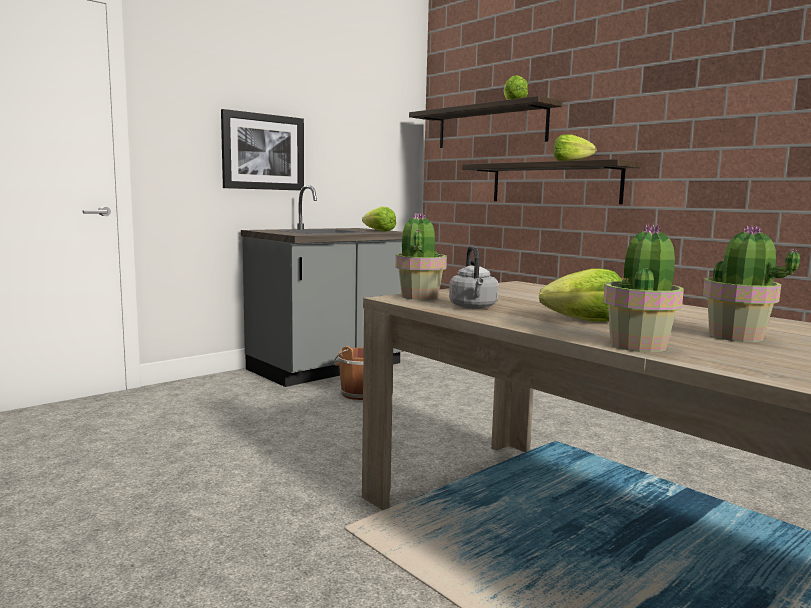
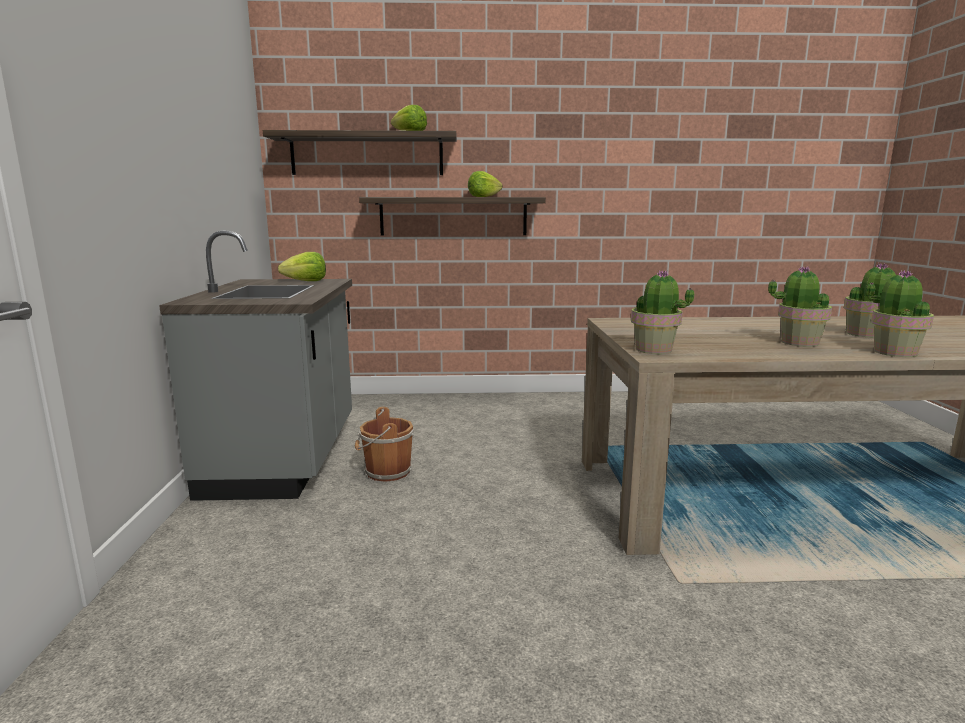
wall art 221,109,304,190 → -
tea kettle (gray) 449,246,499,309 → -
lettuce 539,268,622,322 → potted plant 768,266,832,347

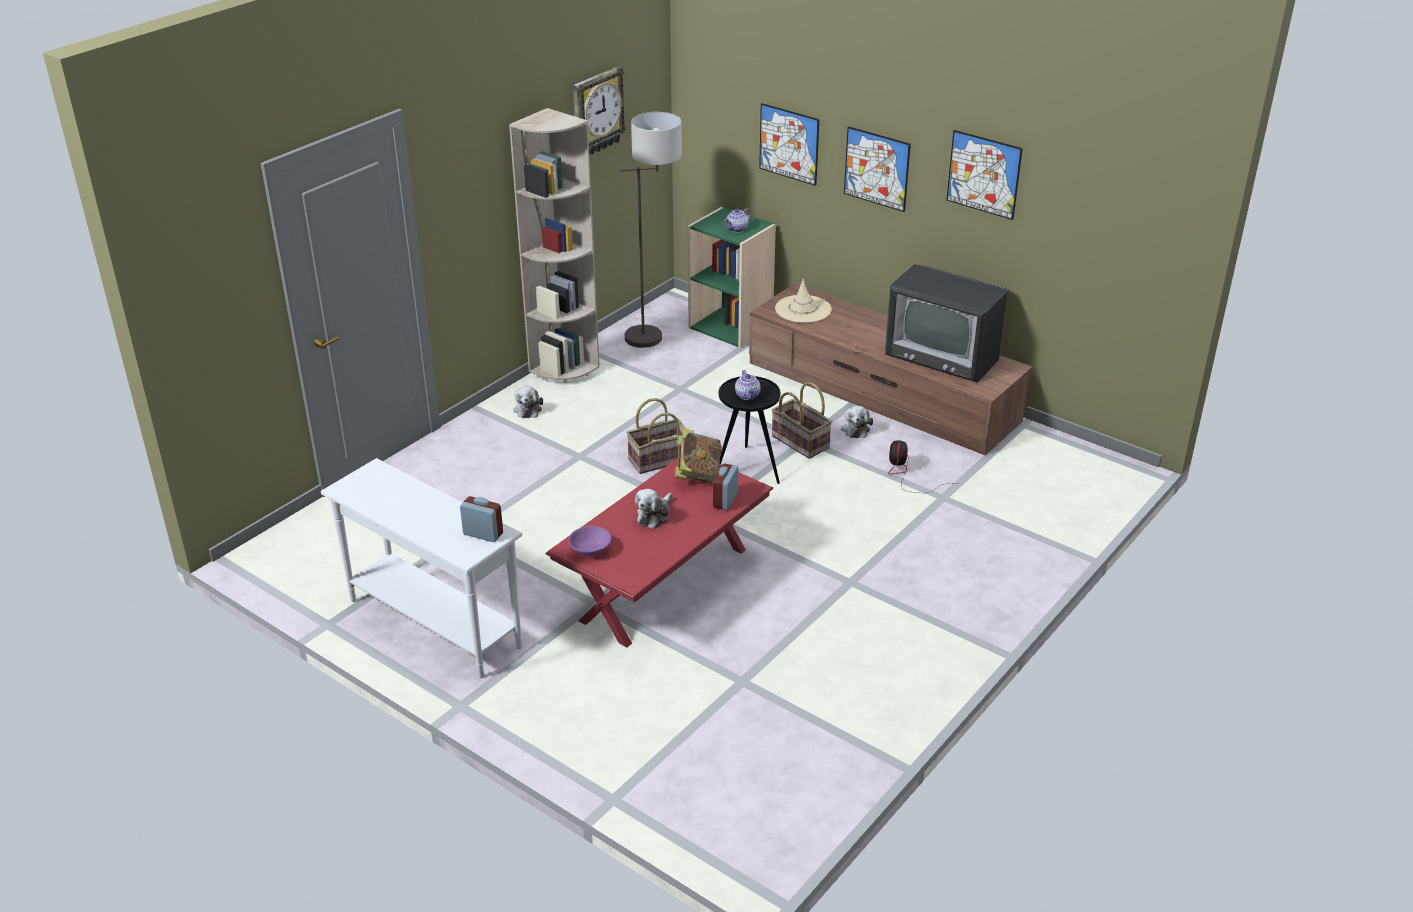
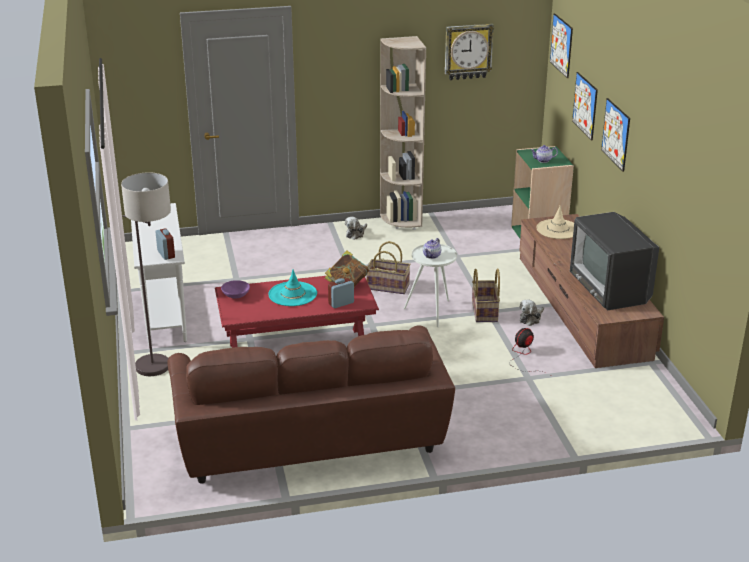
standard lamp (gray) 620,112,682,348 → standard lamp (gray) 121,172,171,376, relocated
wall art 947,130,1023,220 → wall art 550,13,573,78, relocated
side table (black-coloured) 719,376,781,484 → side table (white-coloured) 404,244,457,327
soft toy 635,489,672,529 → clothing hat (turquoise-coloured) 268,269,317,306
- → couch (brownish) 167,325,455,484

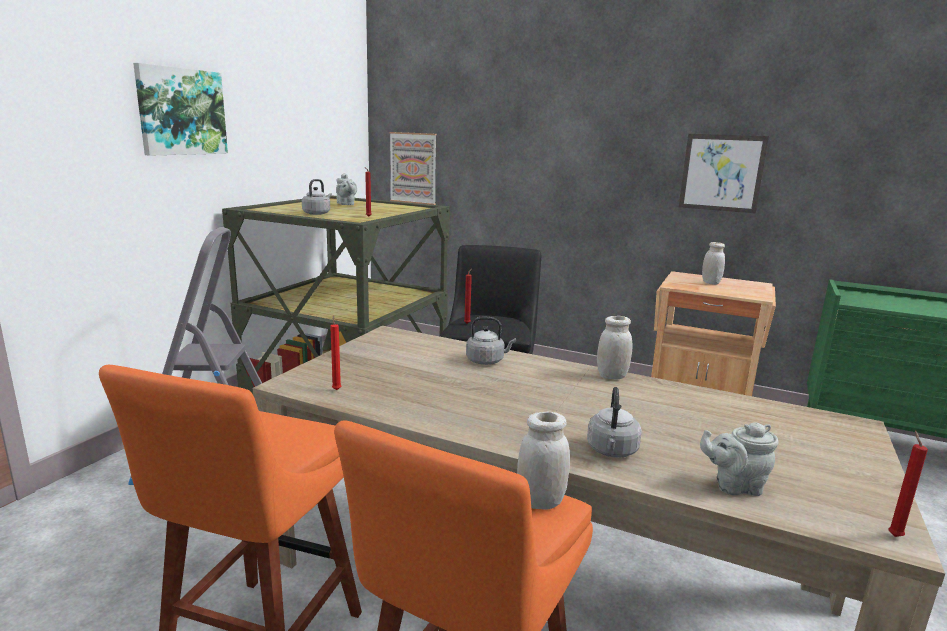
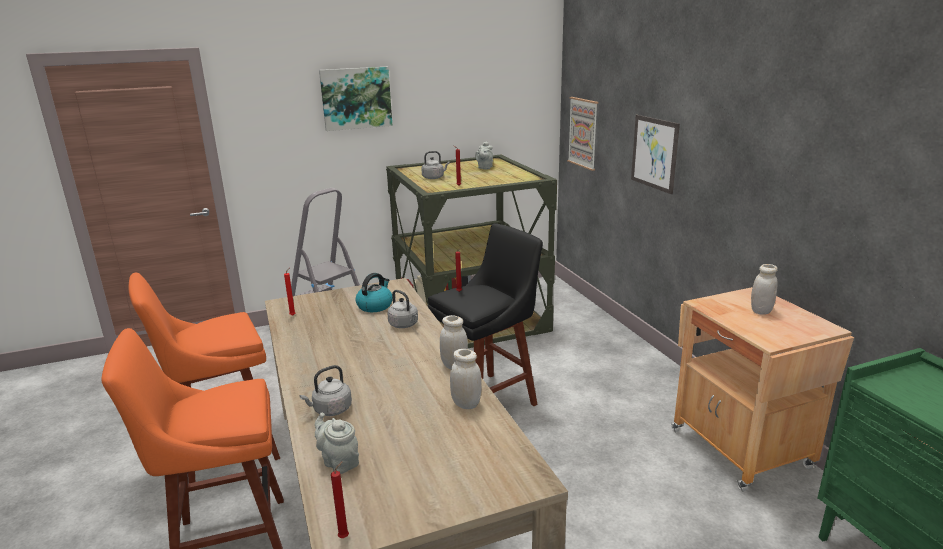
wall art 679,134,769,214 → wall art 631,115,680,194, relocated
preserve jar (white-coloured) 517,412,570,510 → preserve jar (white-coloured) 450,349,482,409, relocated
- → tea kettle 356,273,393,312

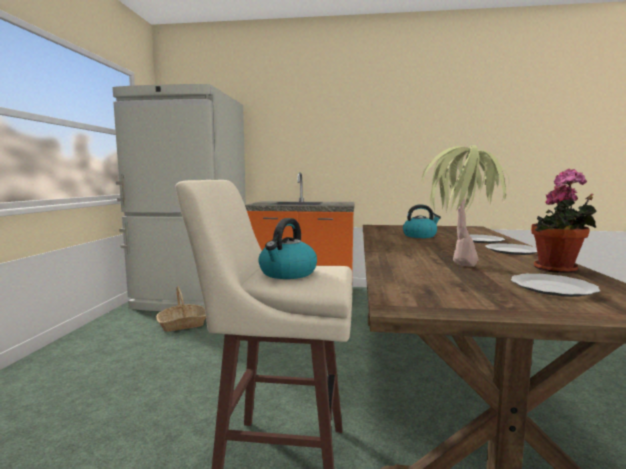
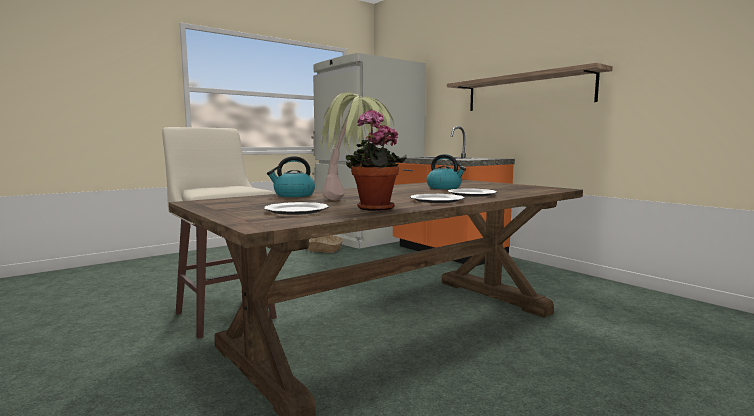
tea kettle 258,218,317,279 → tea kettle 267,156,315,197, relocated
- → bracket shelf 447,63,613,111

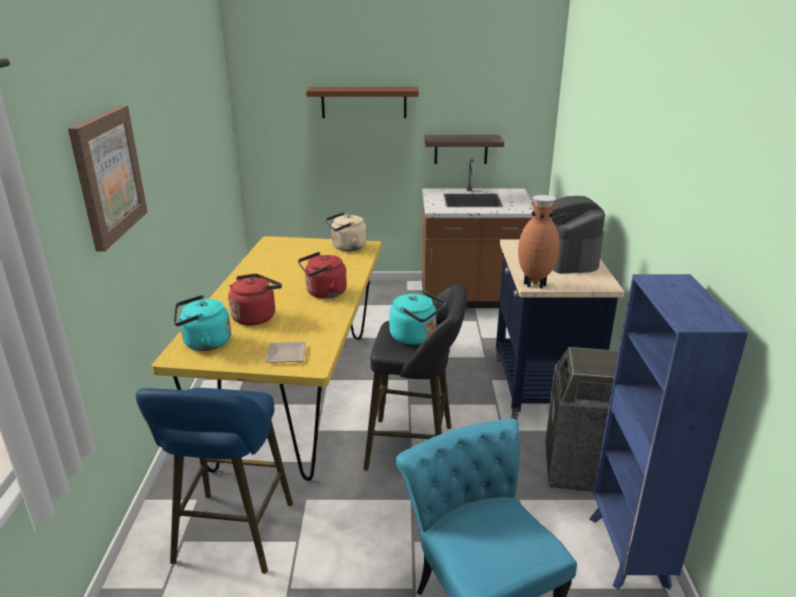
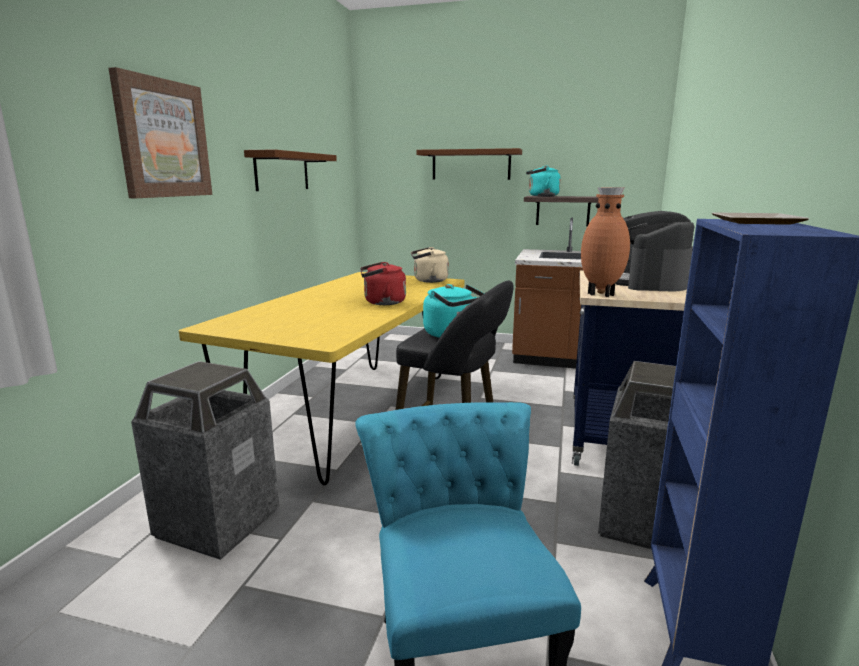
tea kettle (red) 228,274,282,325 → -
tea kettle (turquoise-coloured) 174,295,231,351 → tea kettle (turquoise-coloured) 526,165,561,197, relocated
flat dish 265,342,306,363 → flat dish 712,212,809,225, relocated
stool (blue) 136,388,293,574 → waste bin 131,361,279,560
- → bracket shelf (brownish) 244,149,337,191

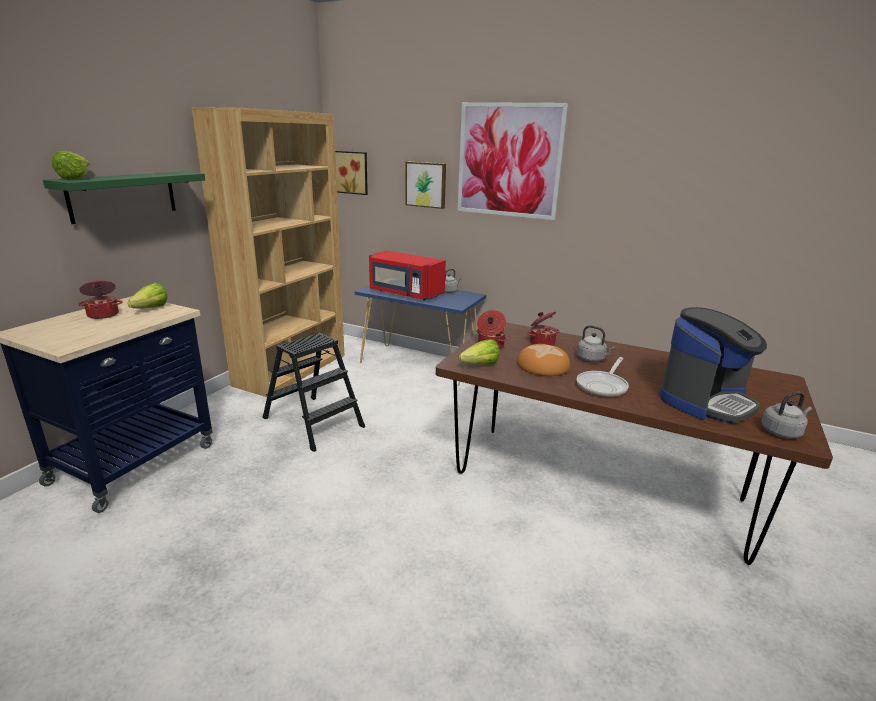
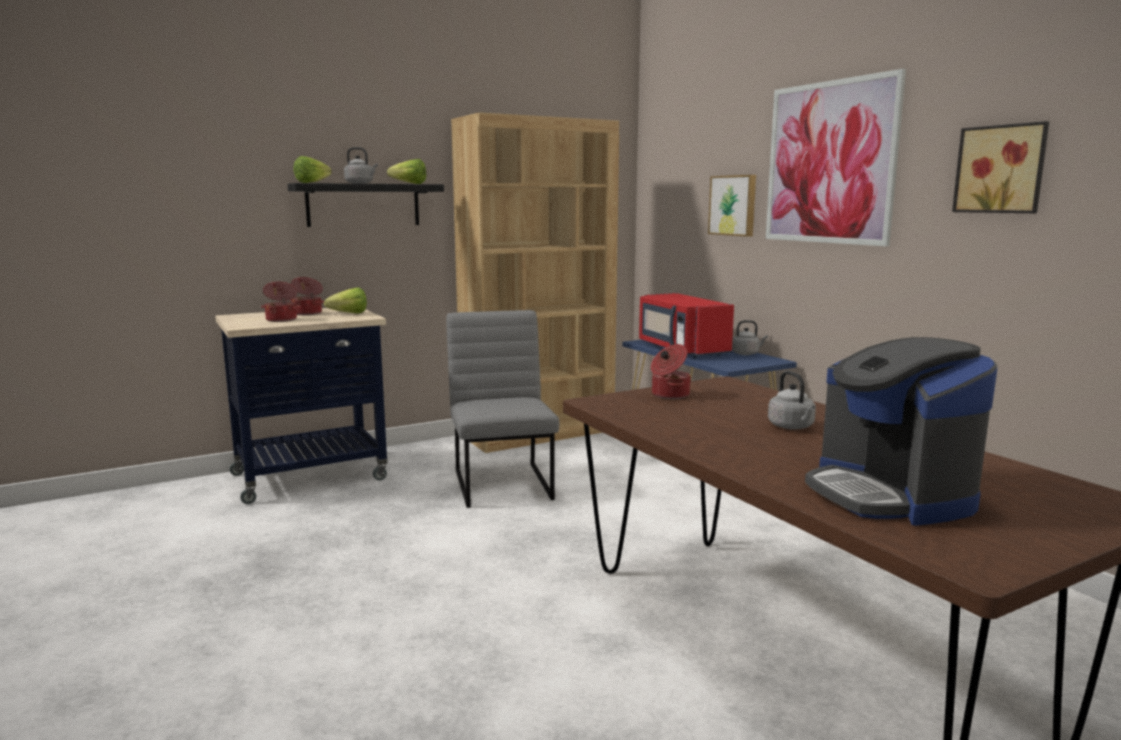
wall art 335,151,368,195 → wall art 952,121,1049,213, relocated
bracket shelf (greenish) 43,172,205,224 → bracket shelf (black-coloured) 288,183,444,227
coffee machine 660,307,767,423 → coffee machine 805,337,998,526, 75 degrees clockwise
saucepot 527,312,560,346 → saucepot 261,282,300,322, relocated
step stool (black-coloured) 262,333,365,452 → upright chair (gray) 446,310,559,508
lettuce 459,339,499,365 → lettuce 387,159,426,184, relocated
bread 517,344,570,376 → -
pan 577,357,629,397 → -
tea kettle (gray) 761,392,812,439 → tea kettle (gray) 344,147,378,184, relocated

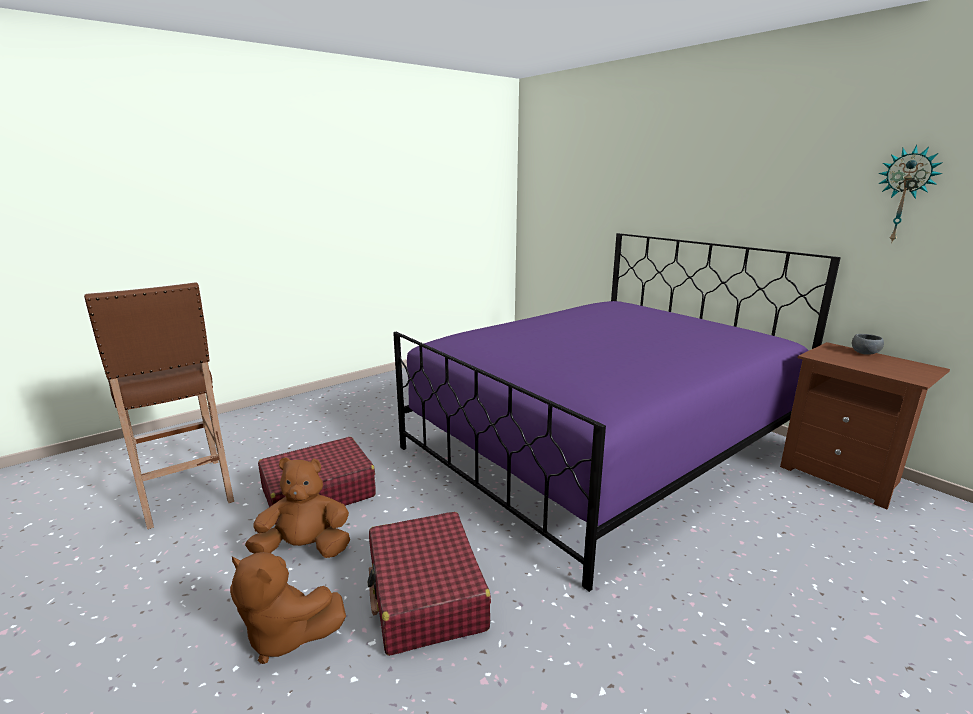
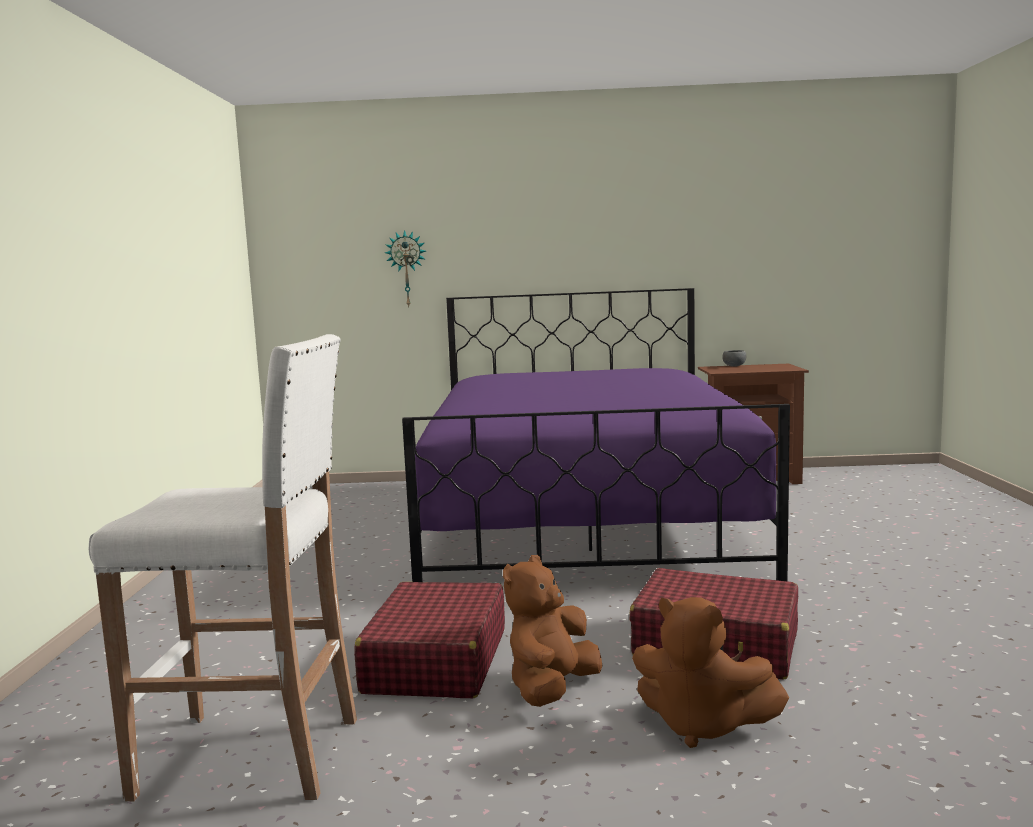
wall clock 878,145,943,244 → wall clock 385,230,426,307, relocated
stool (brownish) 84,282,234,529 → stool (white-coloured) 89,334,357,801
soft toy (brownish) 230,552,346,664 → soft toy (brownish) 632,597,789,748, 60 degrees clockwise

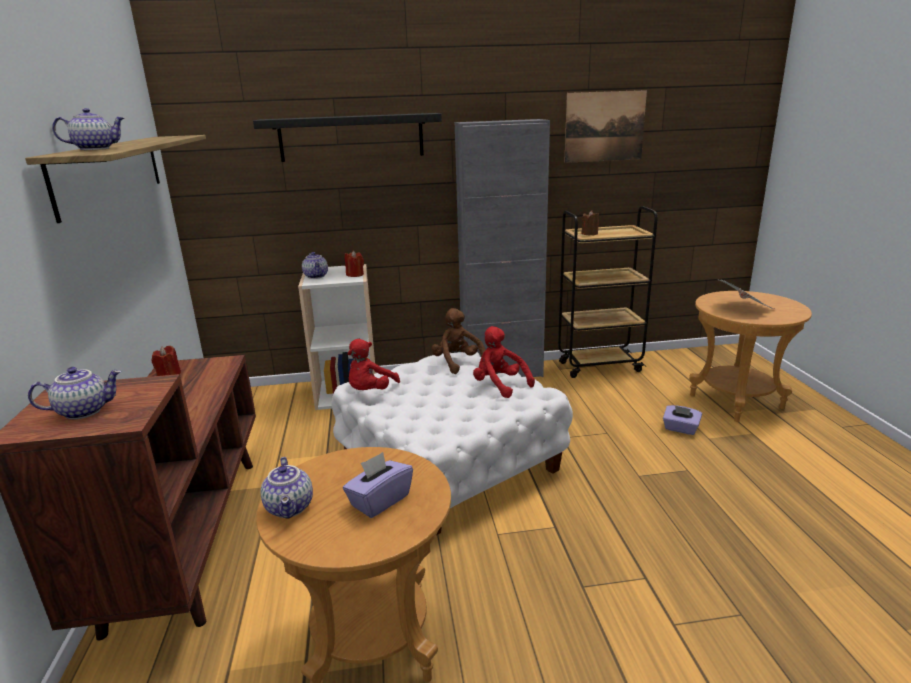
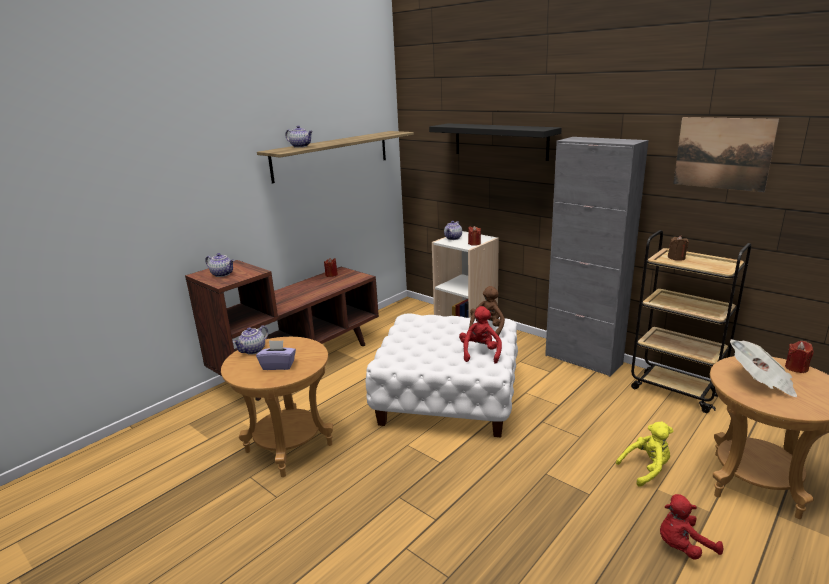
soft toy (red) 347,339,400,390 → soft toy (red) 660,494,723,560, relocated
box of tissues (purplish) 663,405,702,435 → soft toy (yellow) 616,421,673,487
- → wax light (red) 785,341,814,373

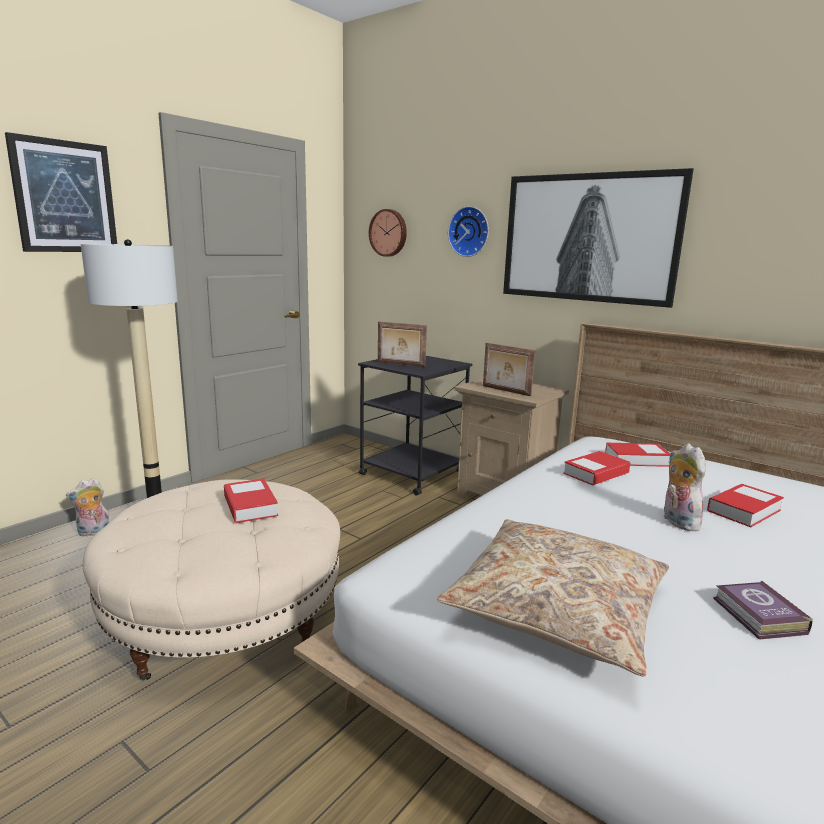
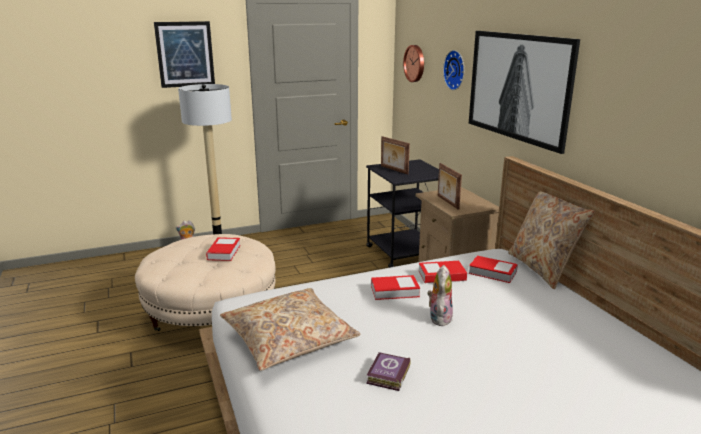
book 707,484,784,527 → book 371,275,420,300, relocated
- → pillow (sand-coloured) 508,192,595,289

